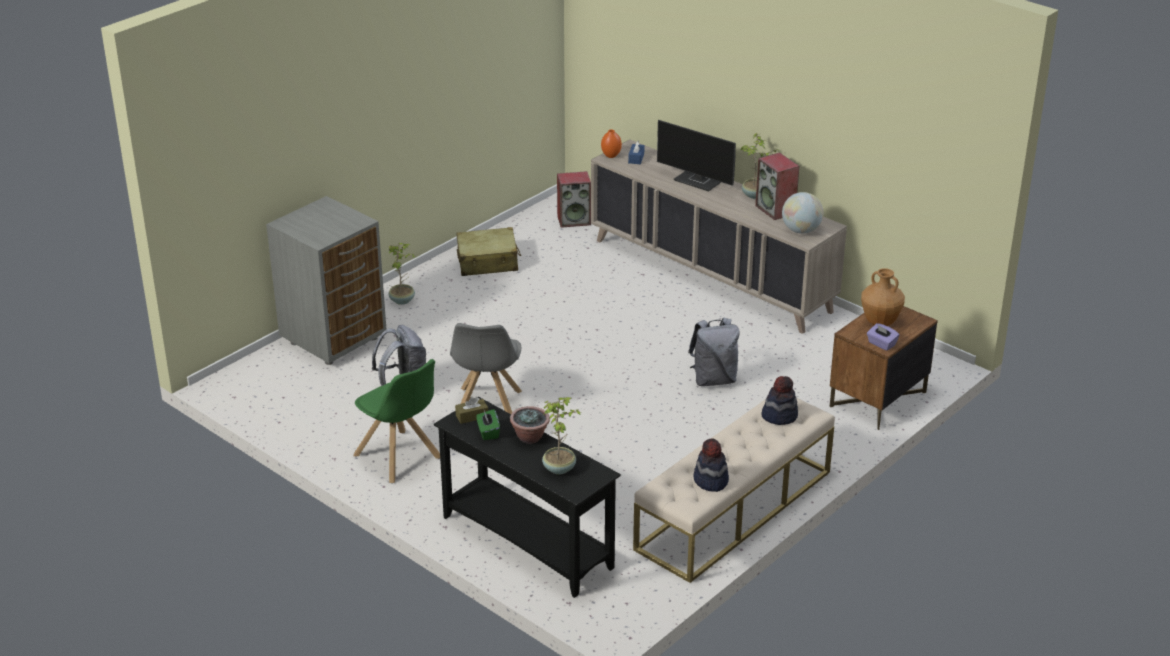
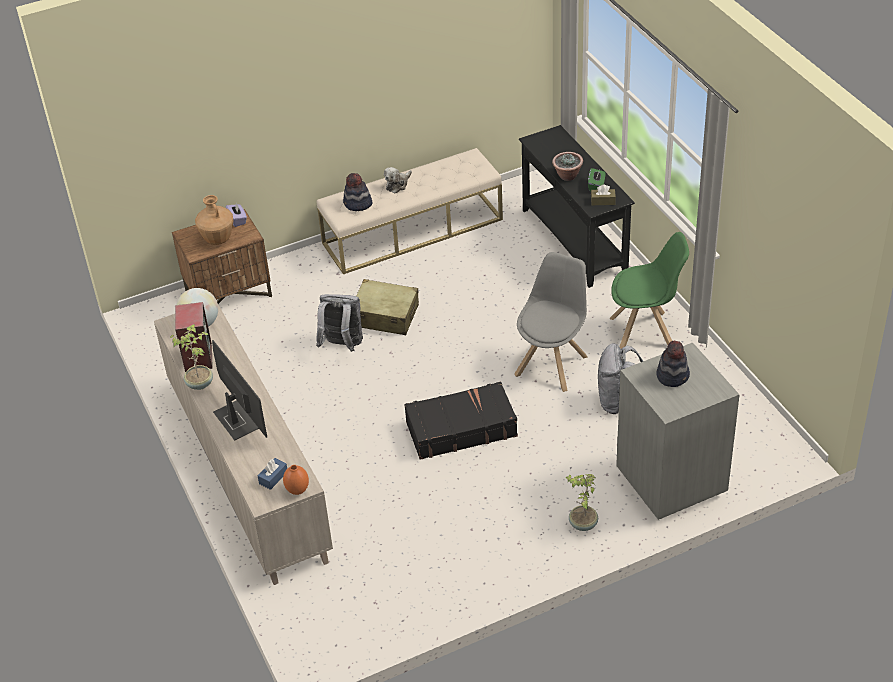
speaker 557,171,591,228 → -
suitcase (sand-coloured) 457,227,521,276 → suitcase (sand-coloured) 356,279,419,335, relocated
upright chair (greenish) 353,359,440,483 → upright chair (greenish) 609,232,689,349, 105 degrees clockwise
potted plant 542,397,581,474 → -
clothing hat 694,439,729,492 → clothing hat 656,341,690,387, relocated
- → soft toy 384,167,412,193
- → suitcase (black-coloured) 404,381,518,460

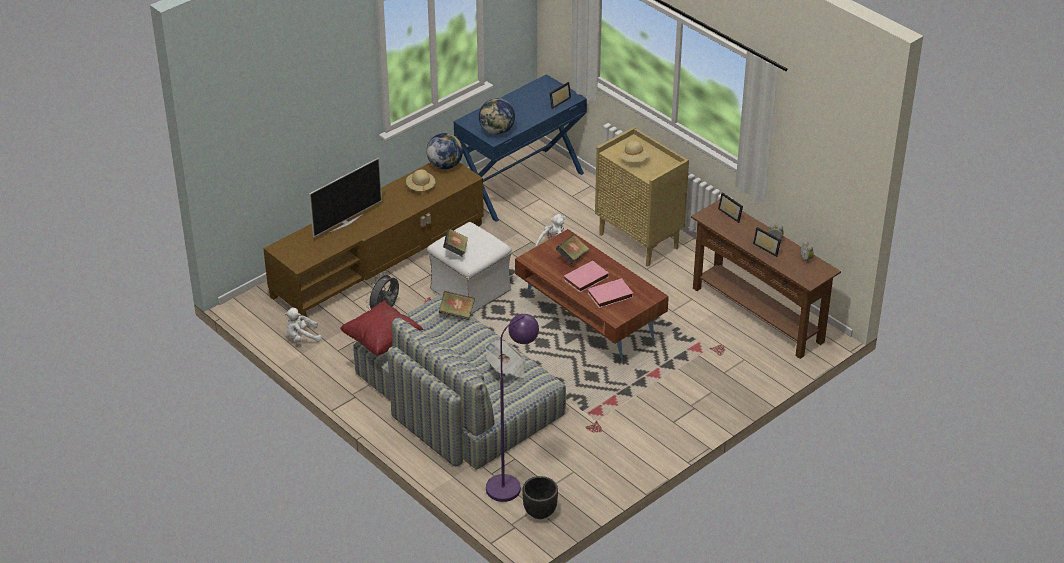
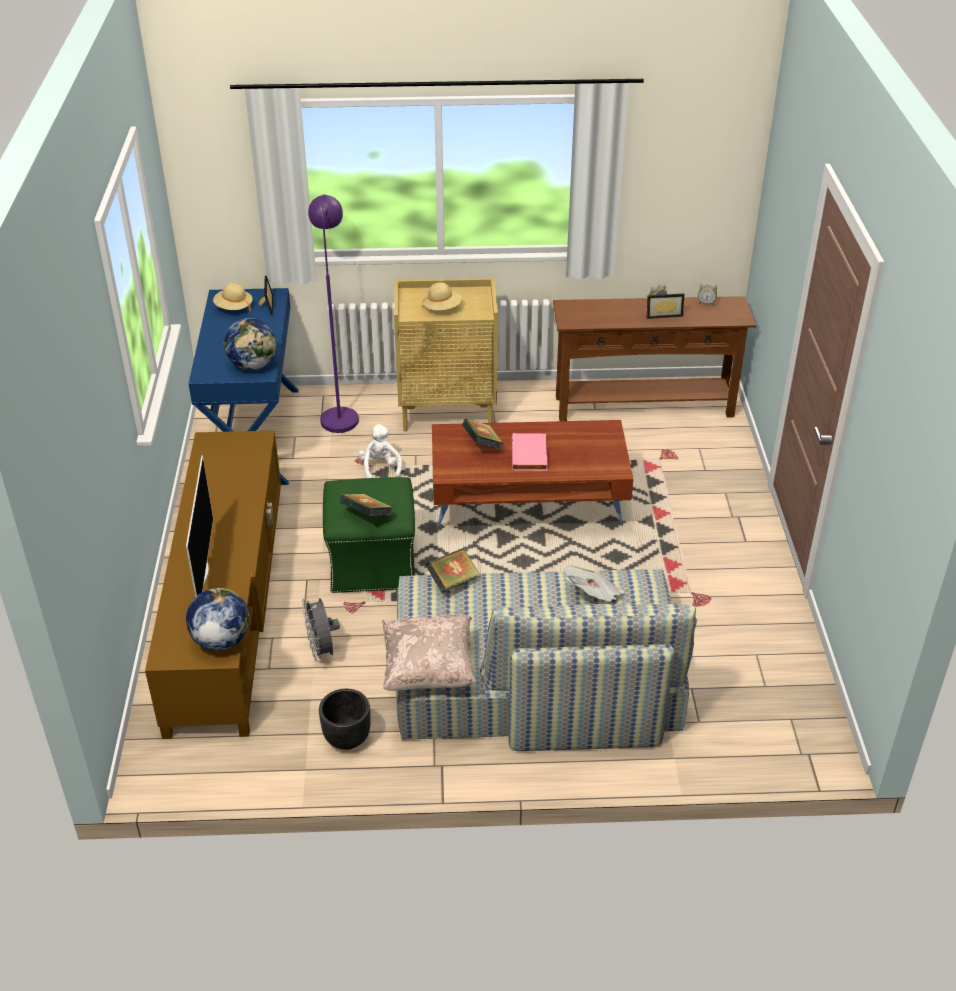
globe 426,133,463,169 → globe 186,588,250,651, relocated
clothing hat (sand-coloured) 406,169,435,196 → clothing hat (sand-coloured) 213,283,253,312, relocated
picture frame 718,192,743,223 → -
footrest (white-coloured) 427,222,512,314 → footrest (greenish) 323,477,415,593
book (pink) 587,278,633,308 → -
pillow (red) 340,301,423,355 → pillow (sand-coloured) 382,615,476,691
soft toy (white-coloured) 285,308,322,343 → -
standard lamp (purplish) 486,314,539,502 → standard lamp (purplish) 308,194,359,433, relocated
flower pot (black-coloured) 522,476,558,519 → flower pot (black-coloured) 319,689,371,750, relocated

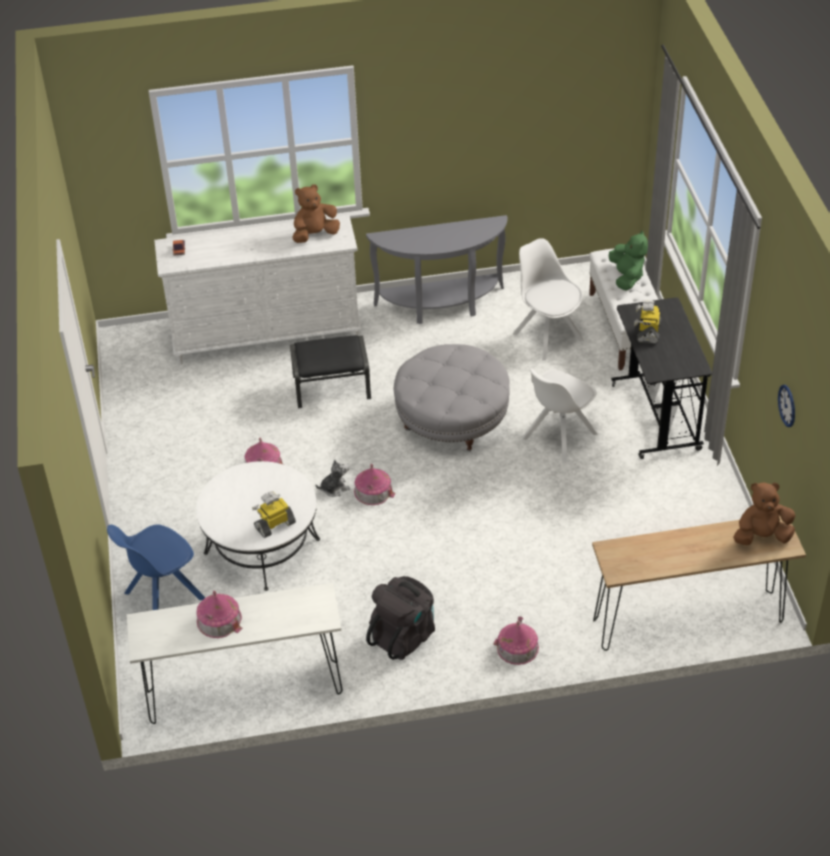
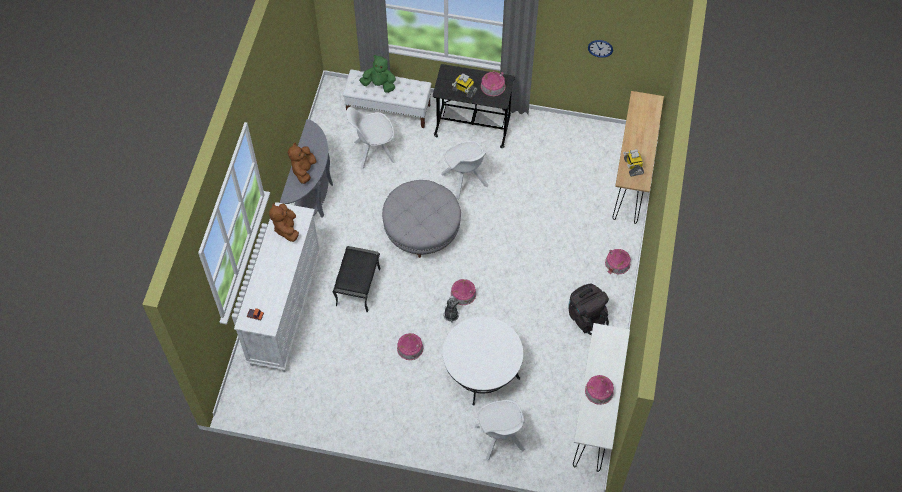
soft toy (brownish) 733,482,795,545 → soft toy (brownish) 288,143,316,184, relocated
robot figure 252,491,296,538 → robot figure 623,149,644,176, relocated
upright chair (blue) 107,525,205,610 → upright chair (white-coloured) 475,400,525,461
- → miniature house 481,71,506,96

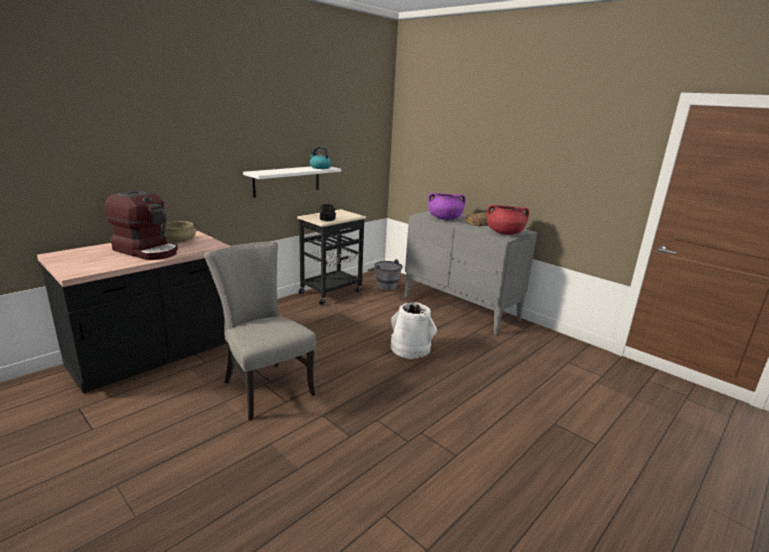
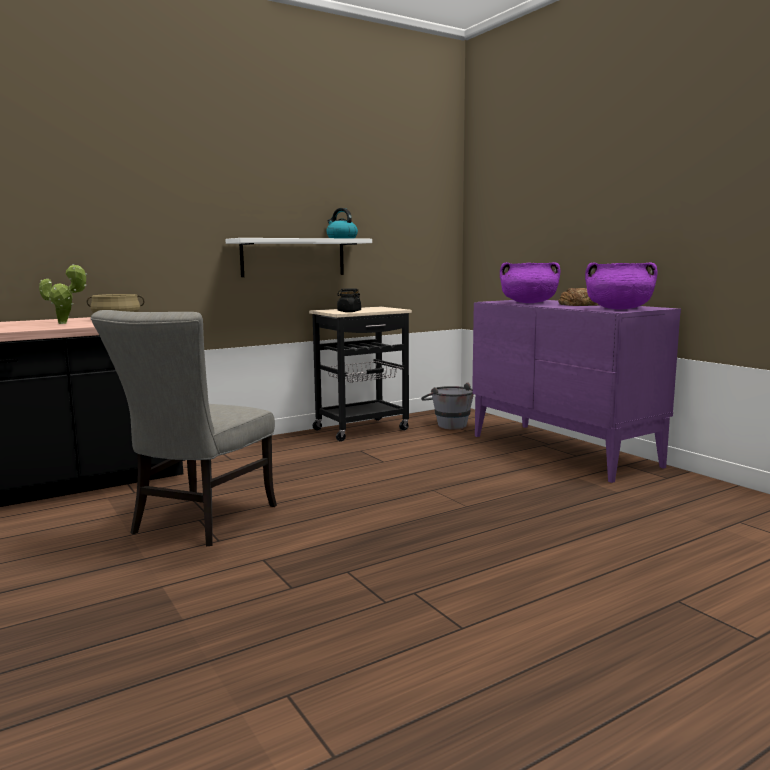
coffee machine 105,190,178,260 → potted plant 39,264,87,324
saucepot (red) 487,205,529,235 → saucepot (purplish) 585,262,658,309
storage cabinet (gray) 405,211,538,335 → storage cabinet (purplish) 472,300,681,483
upright chair (gray) 204,241,317,421 → upright chair (gray) 90,310,277,546, 135 degrees counterclockwise
bucket (white-coloured) 391,302,437,359 → -

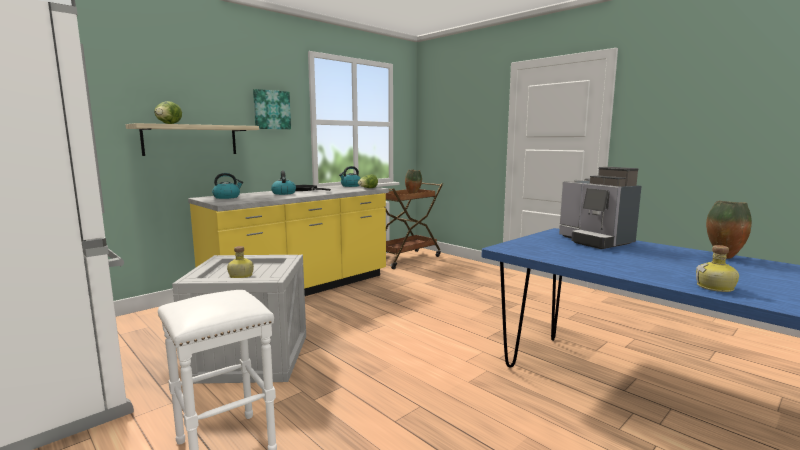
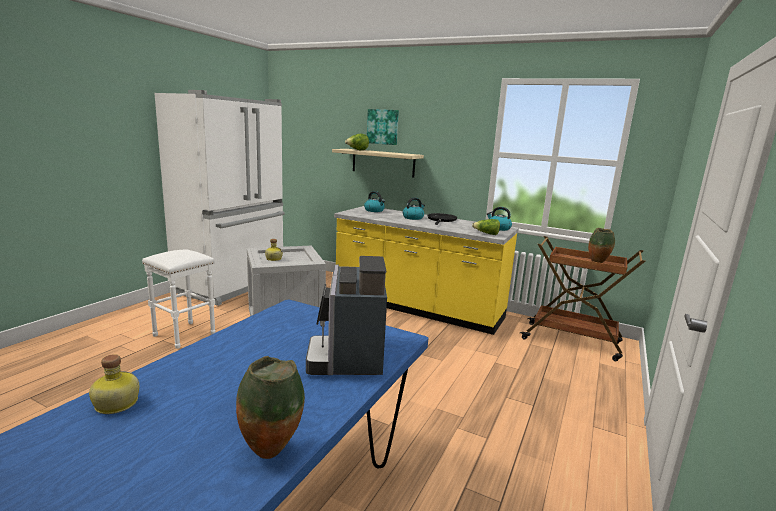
wall art 253,89,291,129 → wall art 367,109,399,145, relocated
coffee machine 559,167,641,249 → coffee machine 306,256,387,375, 45 degrees counterclockwise

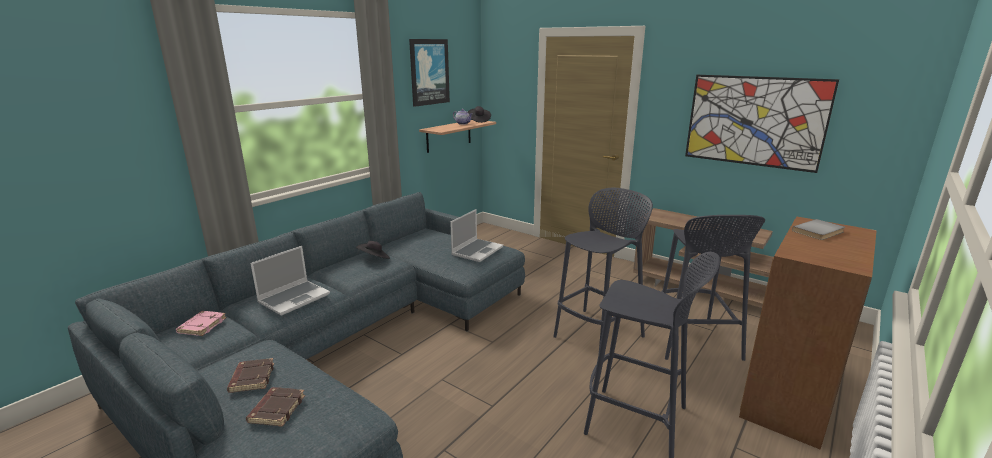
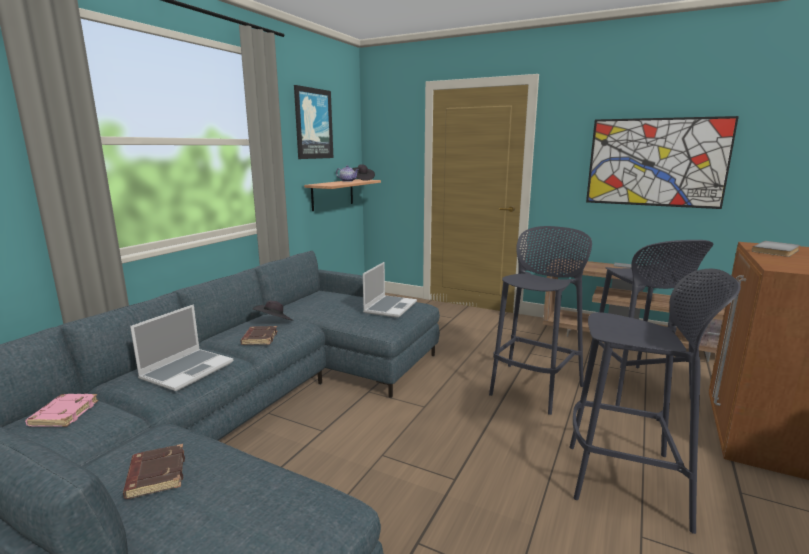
book (brownish) 246,387,305,427 → book (brownish) 240,326,278,345, relocated

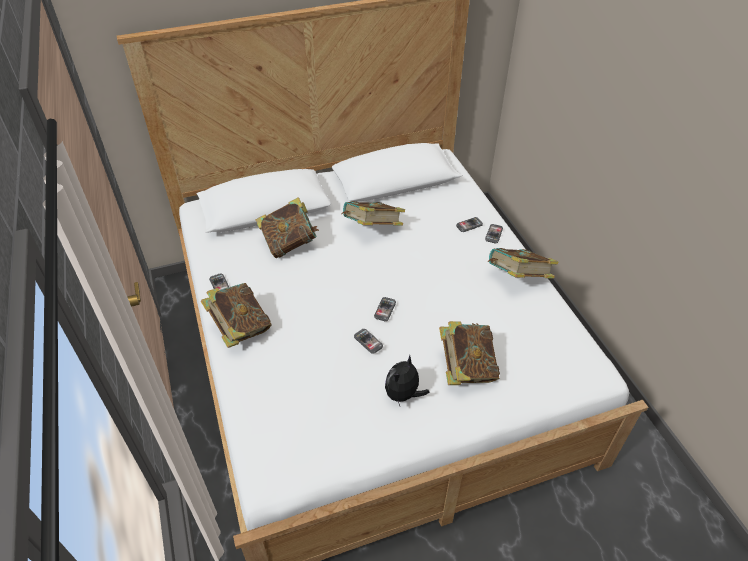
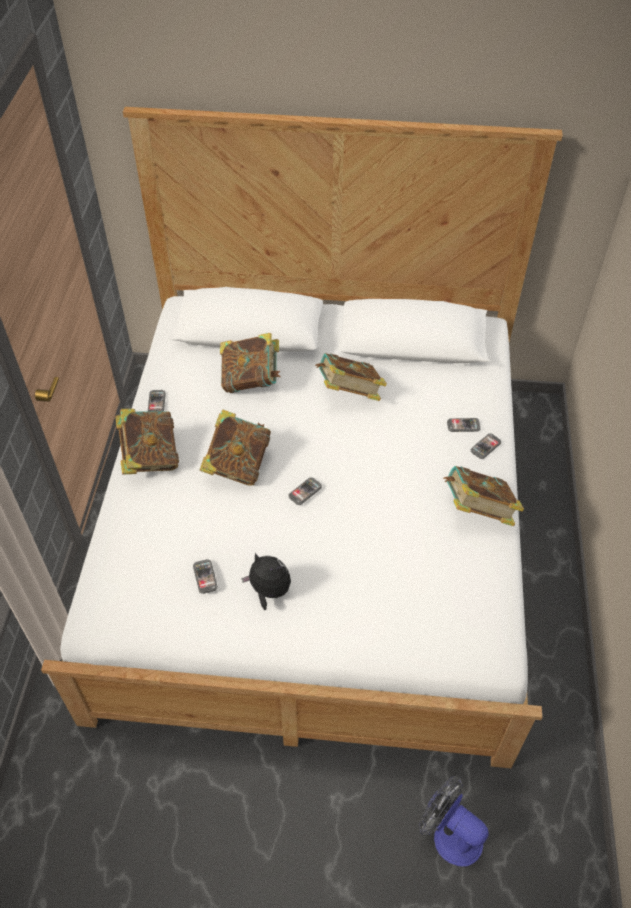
book 439,321,500,385 → book 200,410,271,486, relocated
handset 354,329,383,354 → handset 193,559,218,594, relocated
soft toy 385,355,430,406 → soft toy 241,553,291,610, 60 degrees clockwise
- → electric fan 419,776,489,867

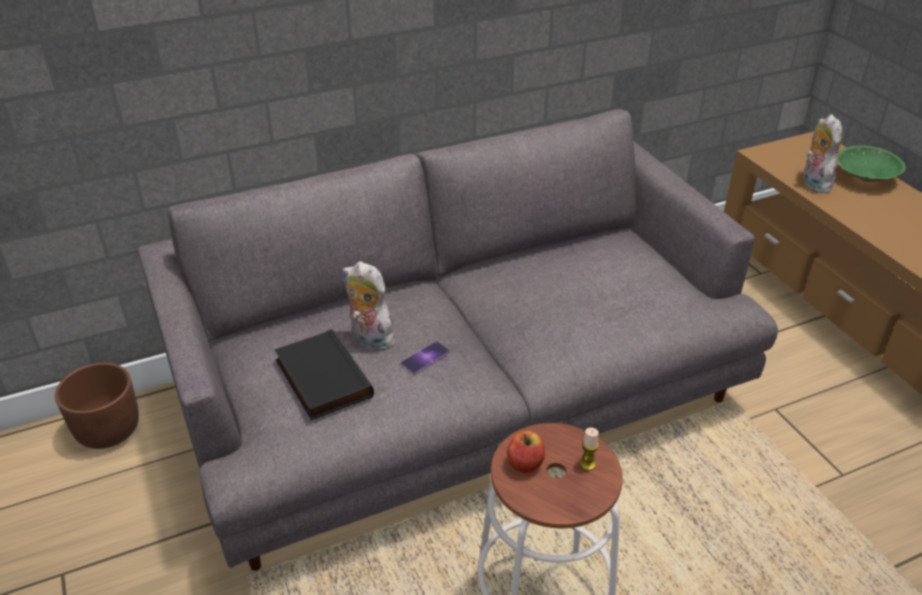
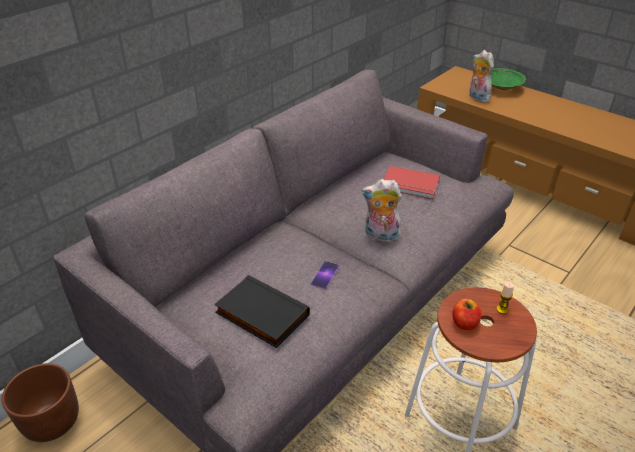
soft toy 343,261,395,351 → soft toy 361,179,402,242, relocated
- → book (red) 384,166,440,199

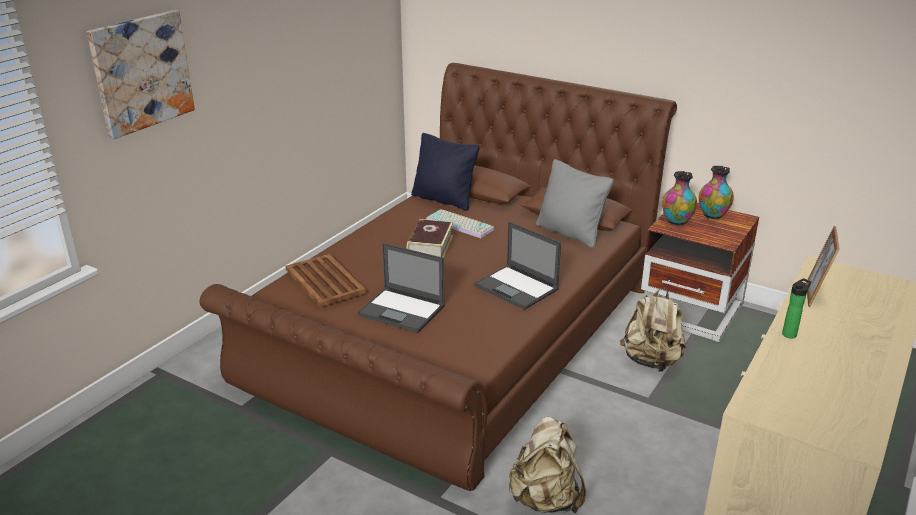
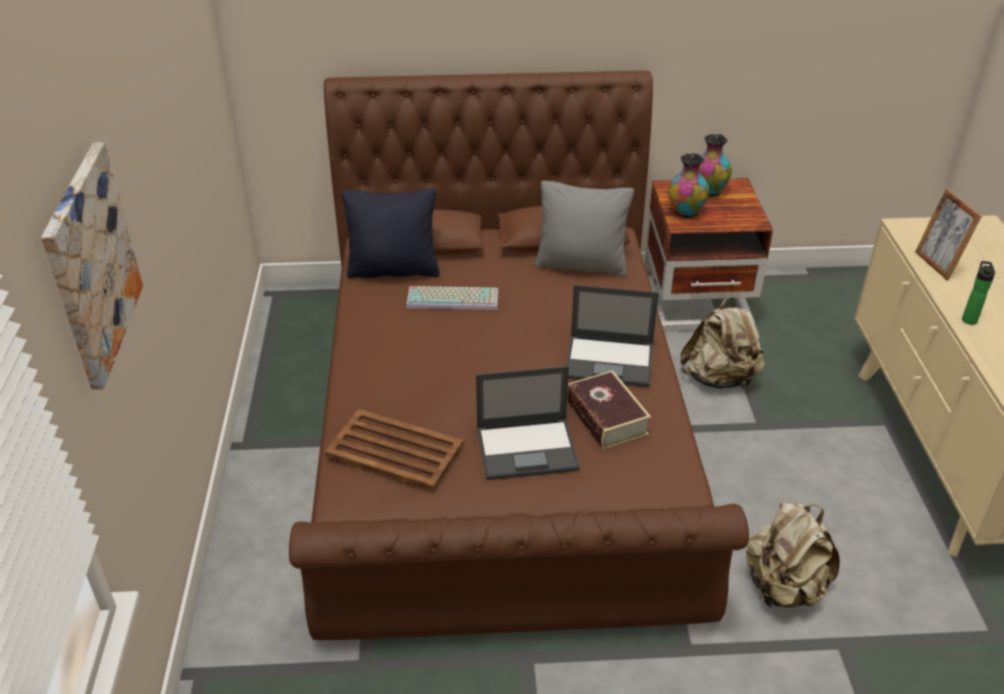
book 407,219,453,258 → book 567,370,651,450, relocated

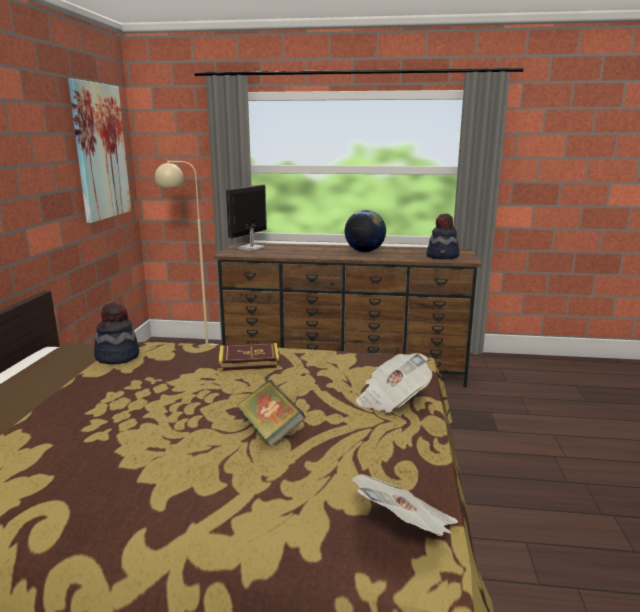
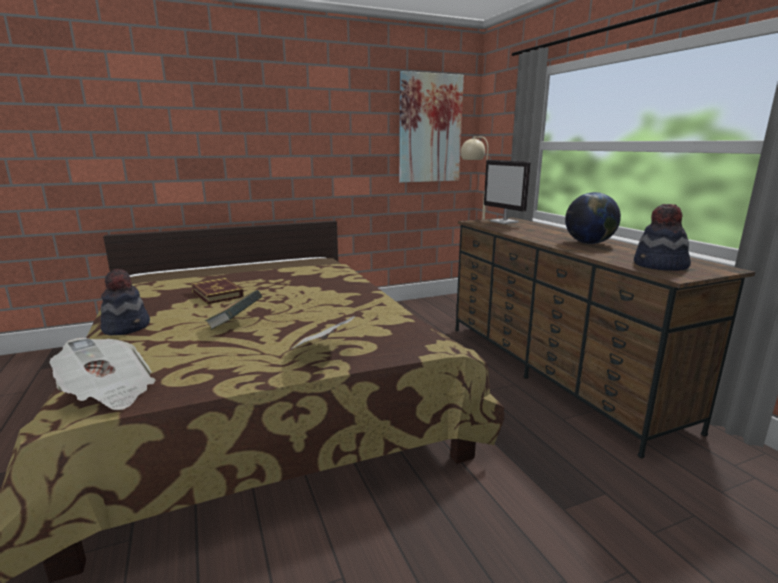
computer display 226,185,267,251 → computer display 484,160,531,224, 120 degrees counterclockwise
clothing hat 94,302,139,364 → clothing hat 101,269,150,335, relocated
book 218,343,279,371 → book 191,278,244,304, relocated

